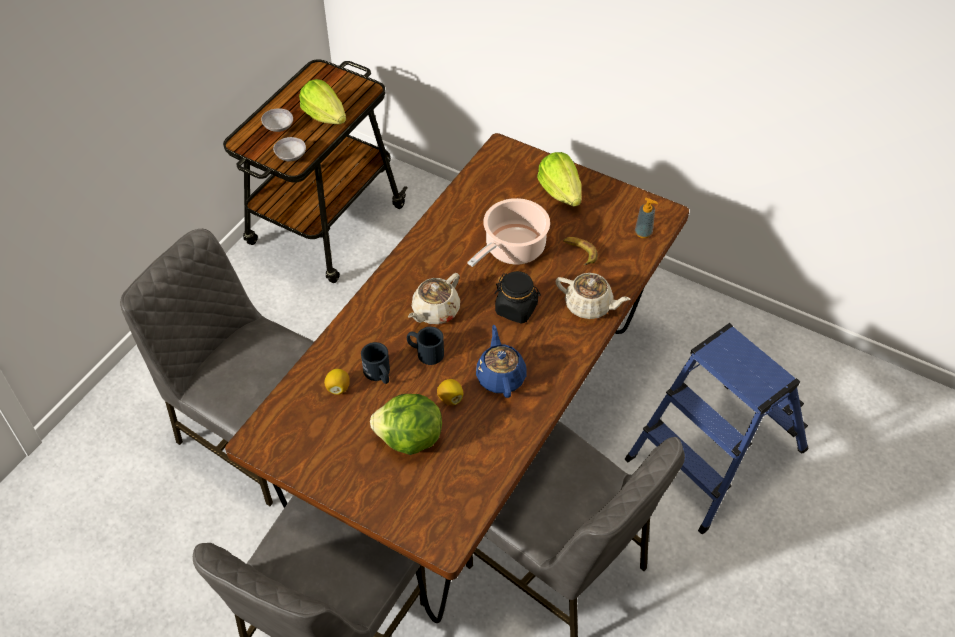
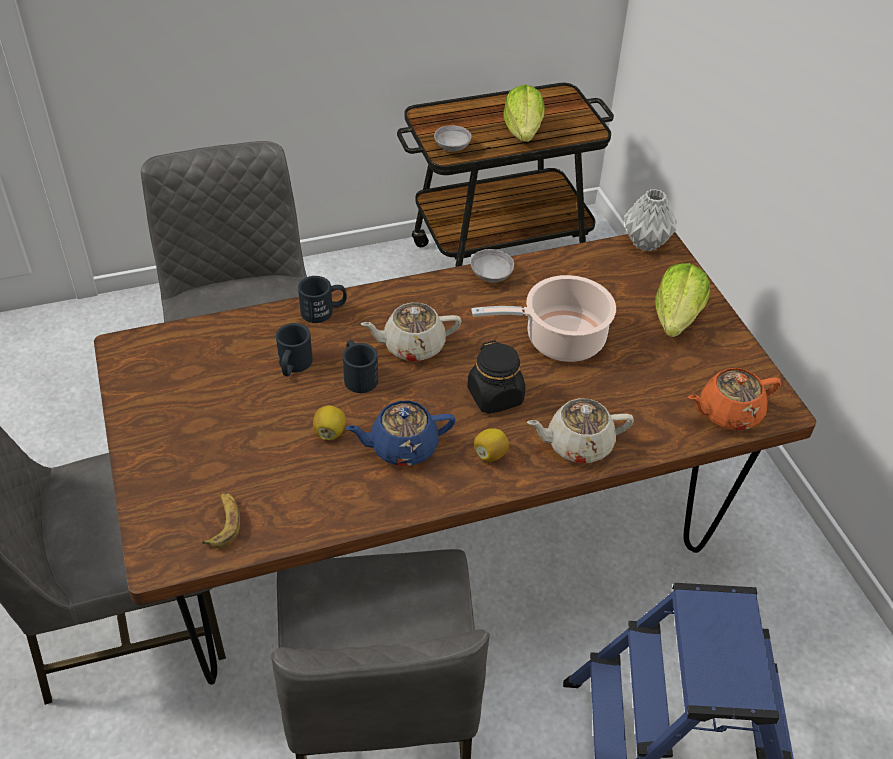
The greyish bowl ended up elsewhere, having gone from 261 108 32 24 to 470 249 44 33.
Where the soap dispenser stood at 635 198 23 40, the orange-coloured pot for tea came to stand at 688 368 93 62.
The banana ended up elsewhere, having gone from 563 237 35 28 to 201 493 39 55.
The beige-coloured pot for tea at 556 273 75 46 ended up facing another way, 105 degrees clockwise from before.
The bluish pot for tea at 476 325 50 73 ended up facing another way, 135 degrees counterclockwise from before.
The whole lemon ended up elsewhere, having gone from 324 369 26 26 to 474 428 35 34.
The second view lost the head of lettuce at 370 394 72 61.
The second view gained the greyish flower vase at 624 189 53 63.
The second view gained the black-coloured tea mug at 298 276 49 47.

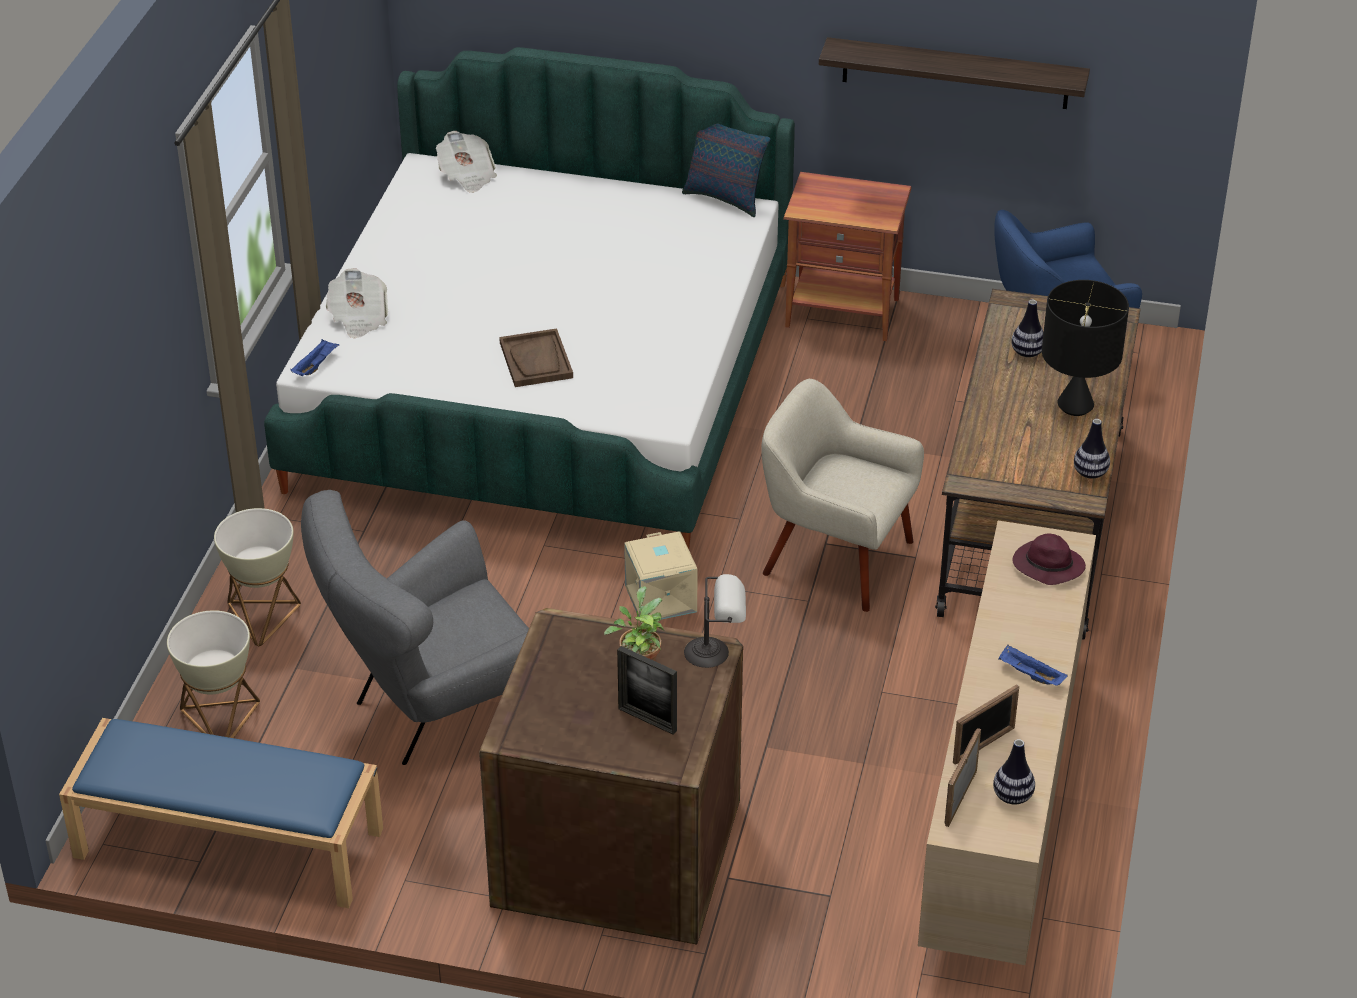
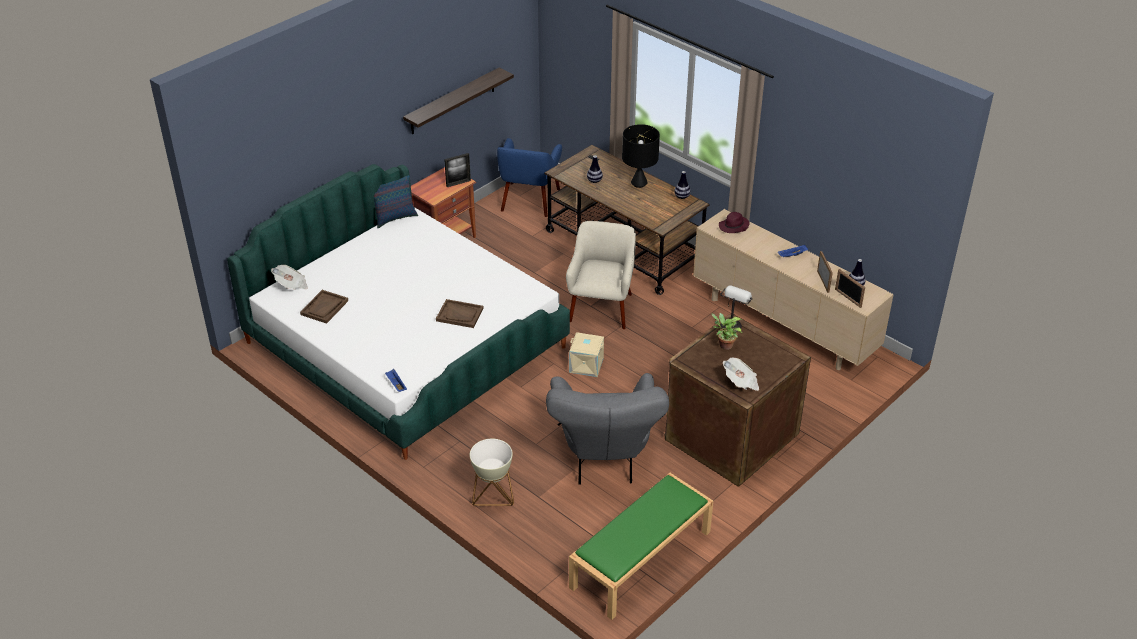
The daily paper ended up elsewhere, having gone from 325 268 63 71 to 723 358 36 33.
The beige-coloured armchair at 761 379 163 233 ended up facing another way, 135 degrees clockwise from before.
The second view lost the flower pot at 167 610 93 128.
The picture frame ended up elsewhere, having gone from 617 646 60 89 to 444 153 27 34.
What was the bluish indoor bench at 59 718 324 190 turned into the green-coloured indoor bench at 569 473 144 147.
The second view gained the brown-coloured serving tray at 300 290 48 34.

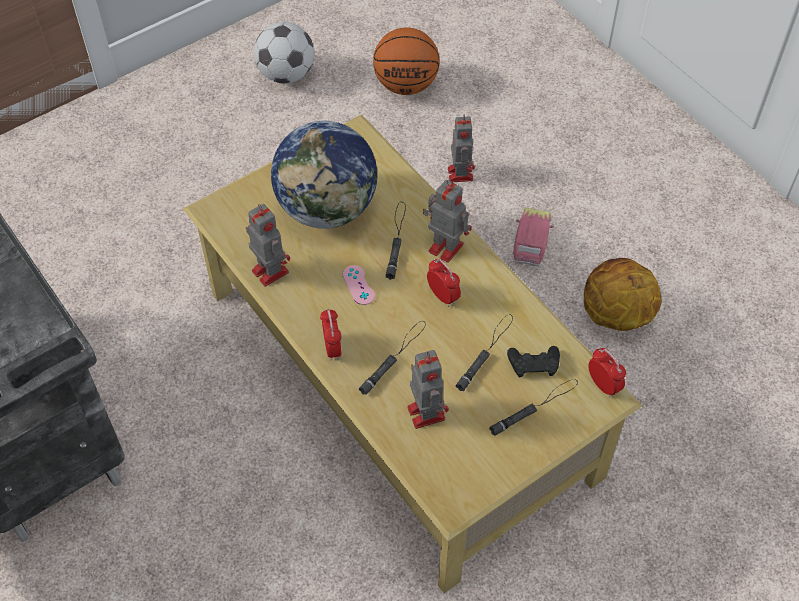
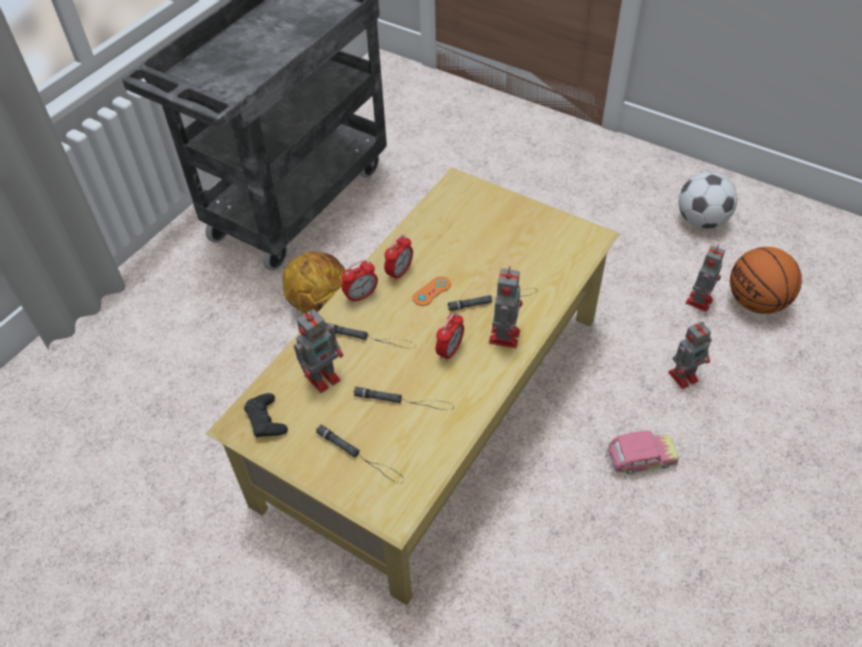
The second view lost the world globe at 271 121 106 108.
The toy robot ended up elsewhere, having gone from 246 204 44 83 to 686 244 39 68.
The basketball ball ended up elsewhere, having gone from 584 258 77 73 to 282 251 63 62.
What was the pink game controller at 343 265 32 40 turned into the orange-coloured game controller at 413 276 38 30.
The black-coloured game controller ended up elsewhere, having gone from 507 346 53 31 to 244 393 44 45.
The alarm clock ended up elsewhere, having gone from 588 348 38 50 to 384 235 29 47.

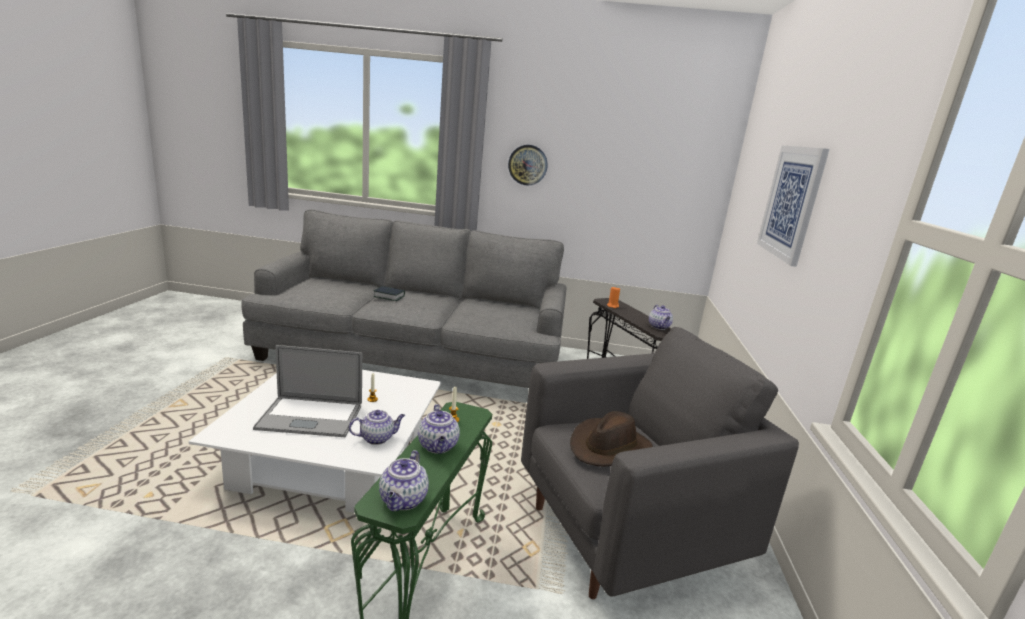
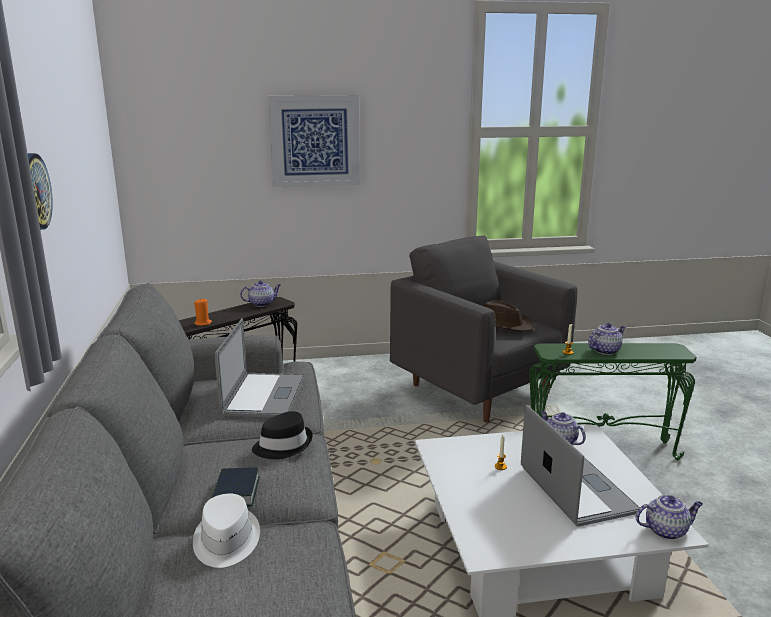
The pot for tea ended up elsewhere, having gone from 379 450 50 61 to 636 495 67 45.
The second view gained the portable computer at 215 318 89 100.
The second view gained the black-coloured wearable hat at 252 411 61 48.
The second view gained the white-coloured wearable hat at 193 494 67 74.

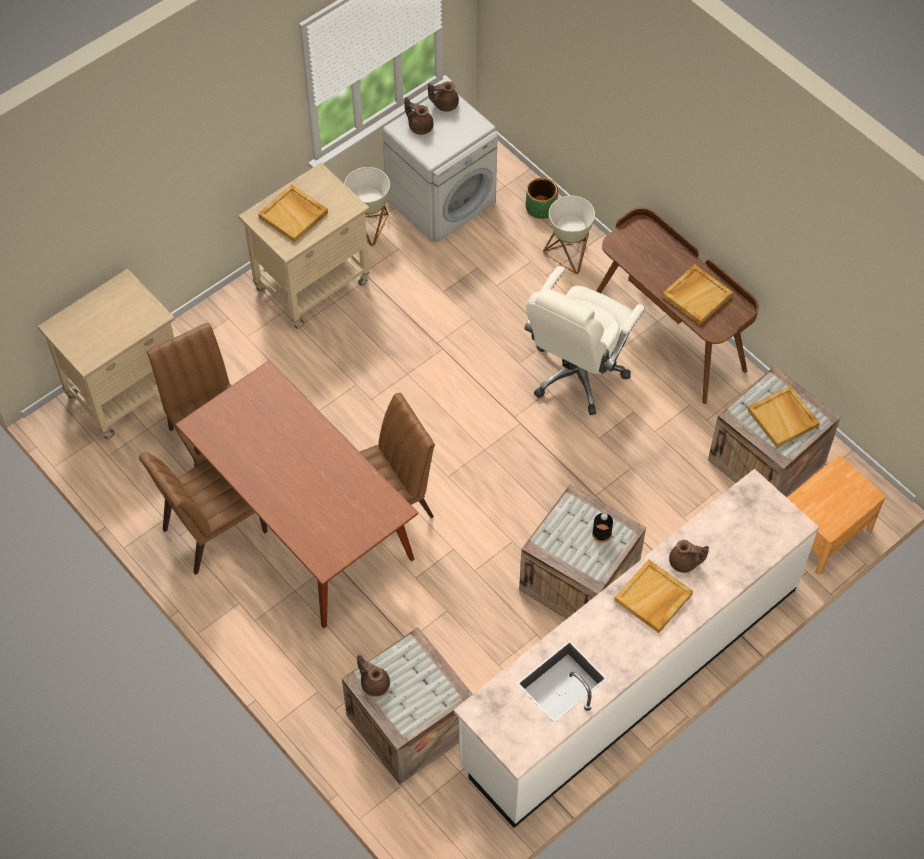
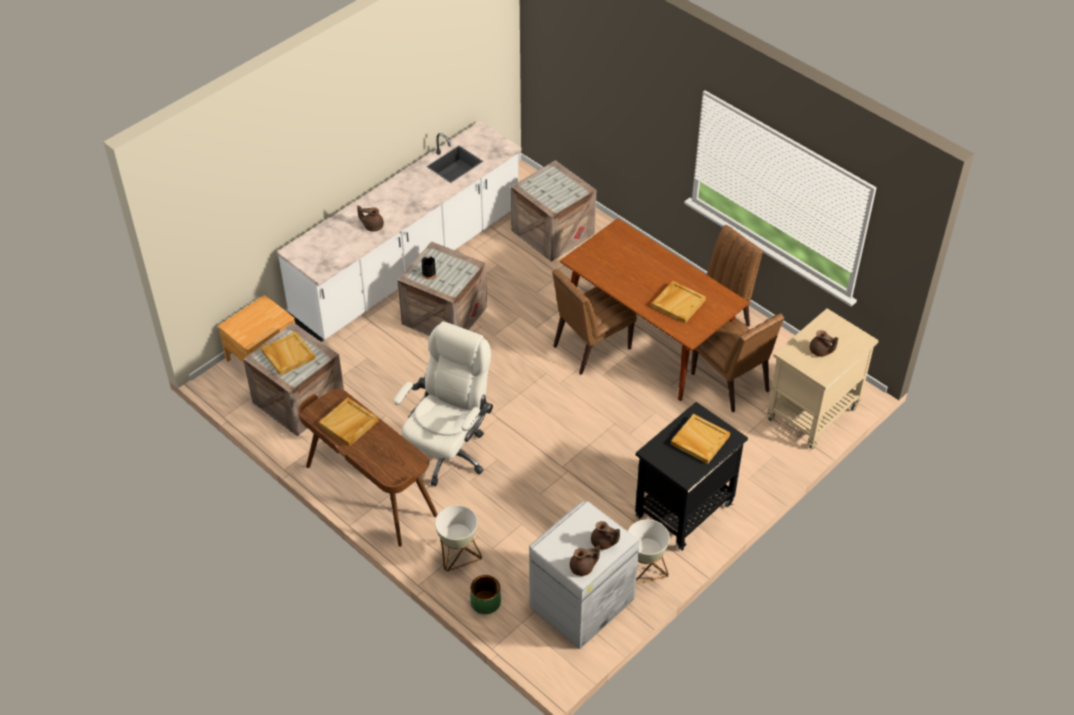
What was the beige-coloured trolley at 239 163 130 167 turned into the black-coloured trolley at 635 402 113 149.
The beige-coloured serving tray ended up elsewhere, having gone from 614 559 79 74 to 652 281 54 42.
The brown-coloured pot for tea ended up elsewhere, having gone from 357 655 33 42 to 810 330 28 27.

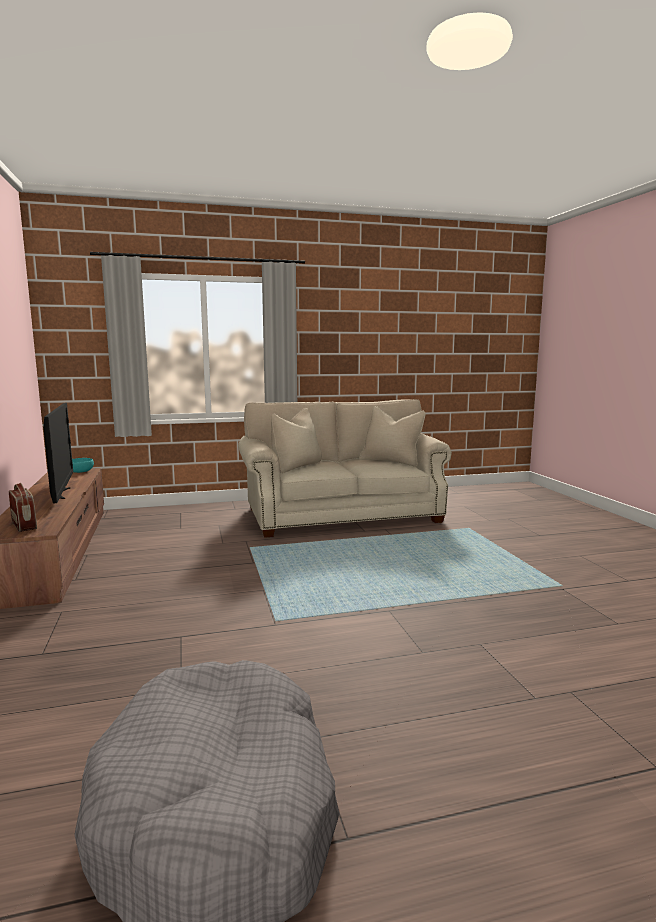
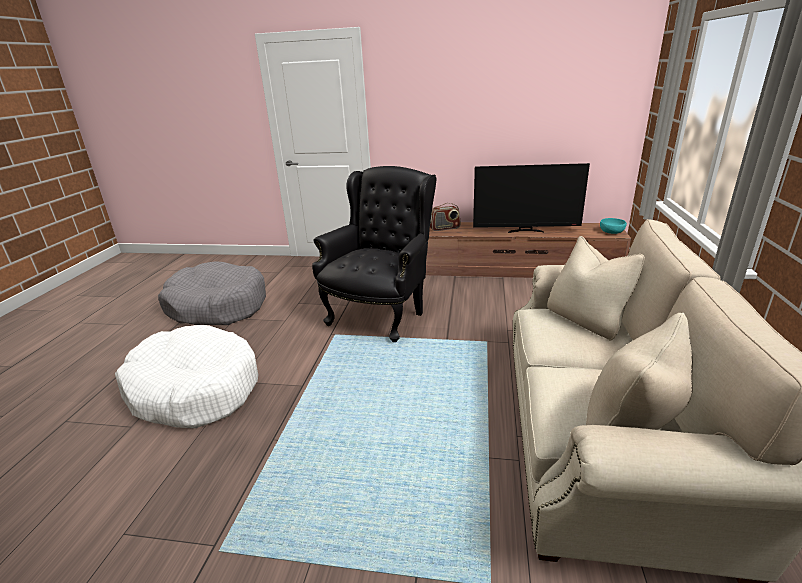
The second view gained the black-coloured armchair at 312 166 124 176.
The second view gained the white-coloured pet bed at 115 325 143 103.

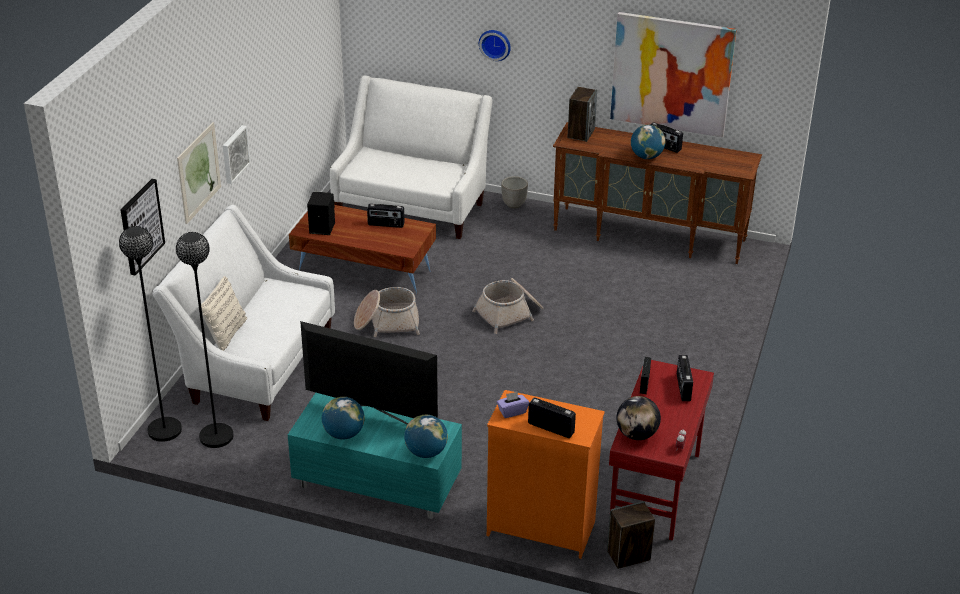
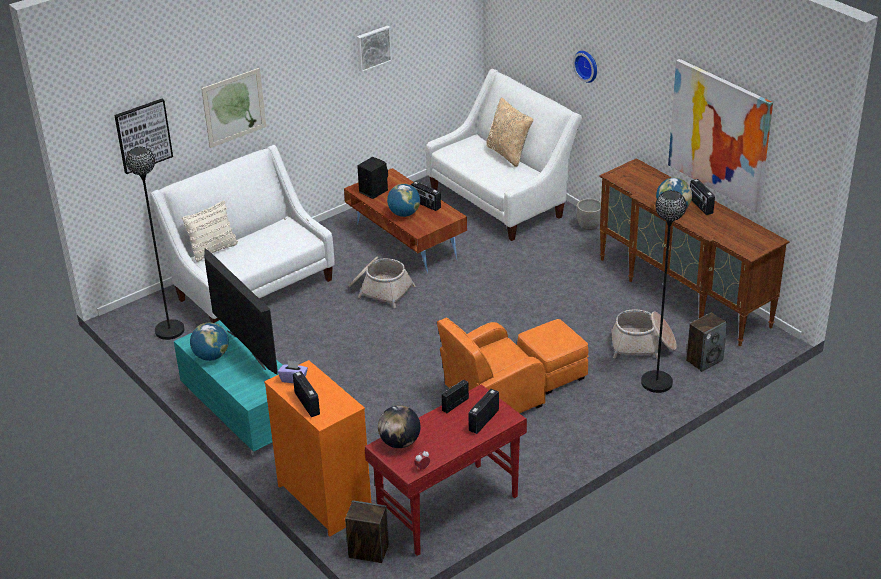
The speaker ended up elsewhere, having gone from 568 87 29 55 to 686 312 41 60.
The wall picture ended up elsewhere, having gone from 223 125 27 59 to 357 26 35 46.
The black-coloured standard lamp ended up elsewhere, having gone from 119 226 63 216 to 641 190 45 203.
The storage basket ended up elsewhere, having gone from 473 278 70 56 to 611 310 66 49.
The world globe ended up elsewhere, having gone from 404 415 44 43 to 387 184 33 33.
The second view gained the beige-coloured pillow at 486 97 48 70.
The second view gained the orange-coloured armchair at 437 317 152 96.

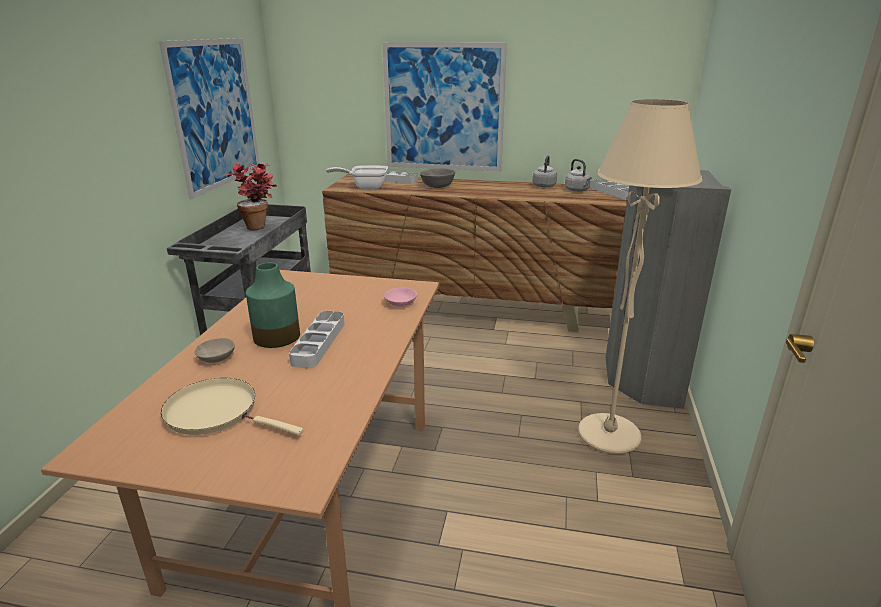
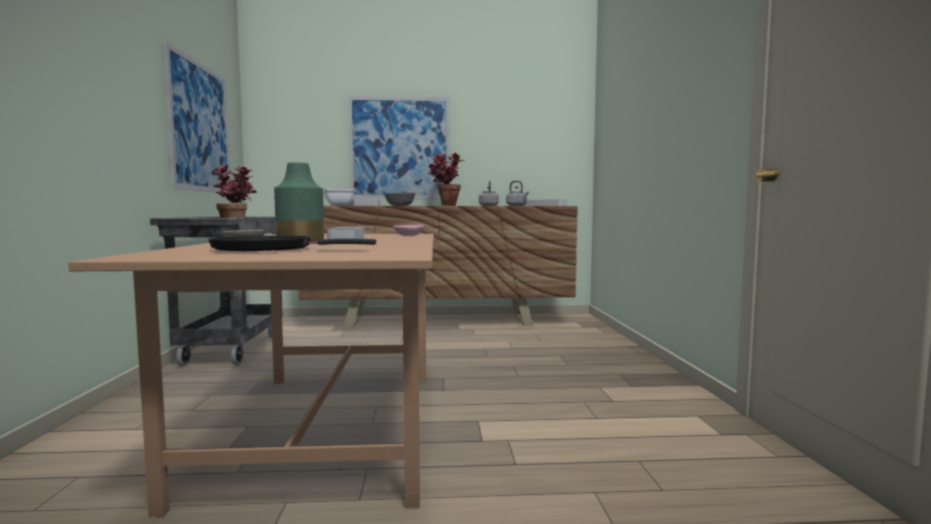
The second view lost the beige-coloured standard lamp at 578 99 124 355.
The second view lost the greyish cabinet at 606 170 125 239.
What was the beige-coloured frying pan at 161 378 142 58 turned into the black-coloured frying pan at 208 236 168 15.
The second view gained the plant in a pot at 427 153 38 53.

